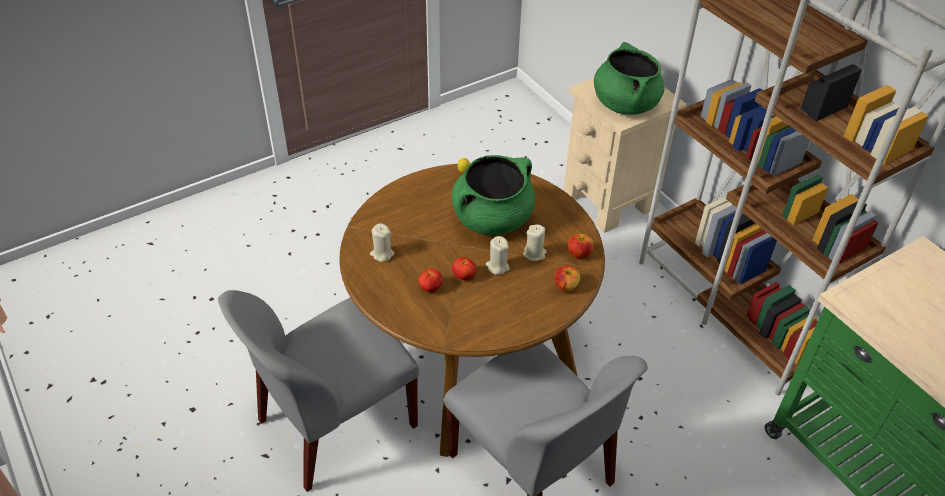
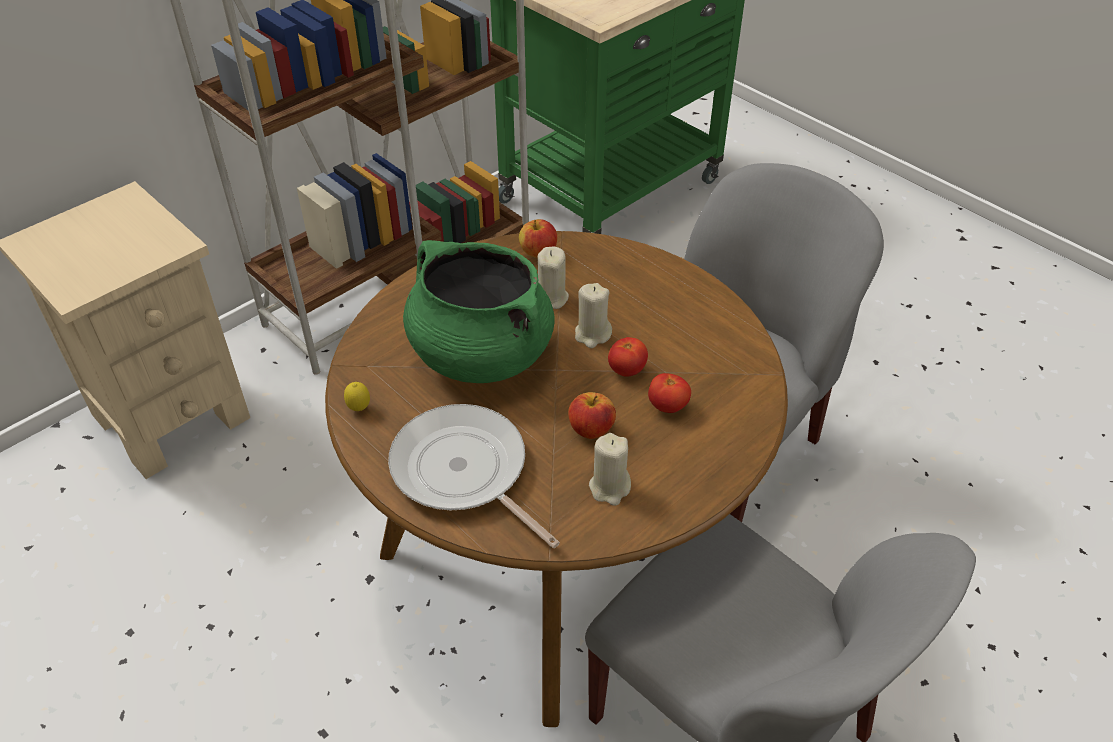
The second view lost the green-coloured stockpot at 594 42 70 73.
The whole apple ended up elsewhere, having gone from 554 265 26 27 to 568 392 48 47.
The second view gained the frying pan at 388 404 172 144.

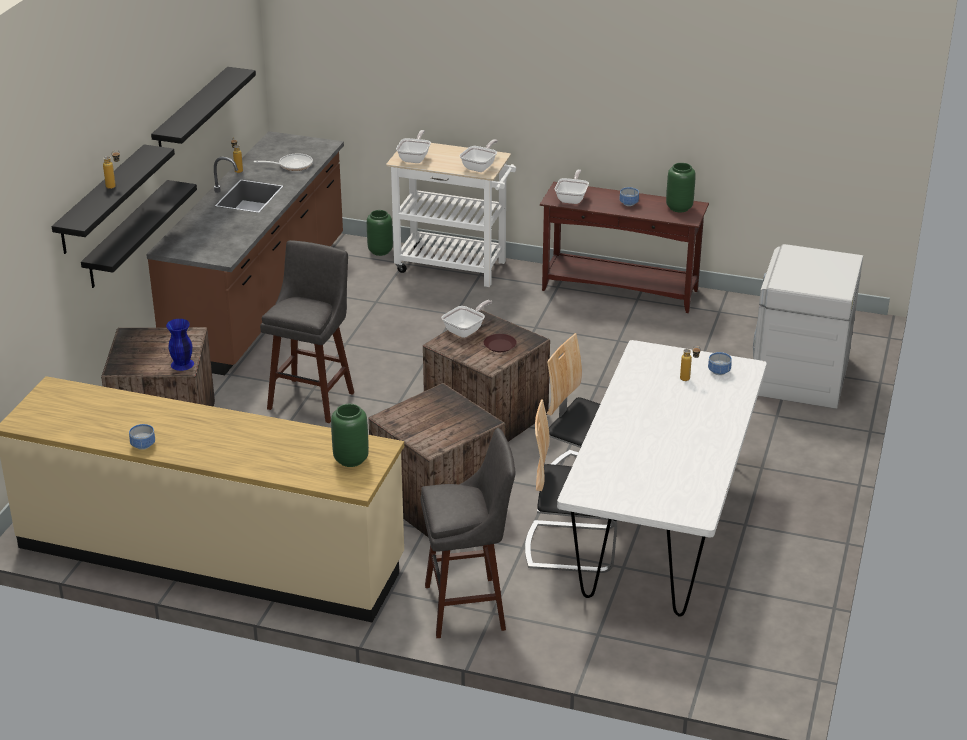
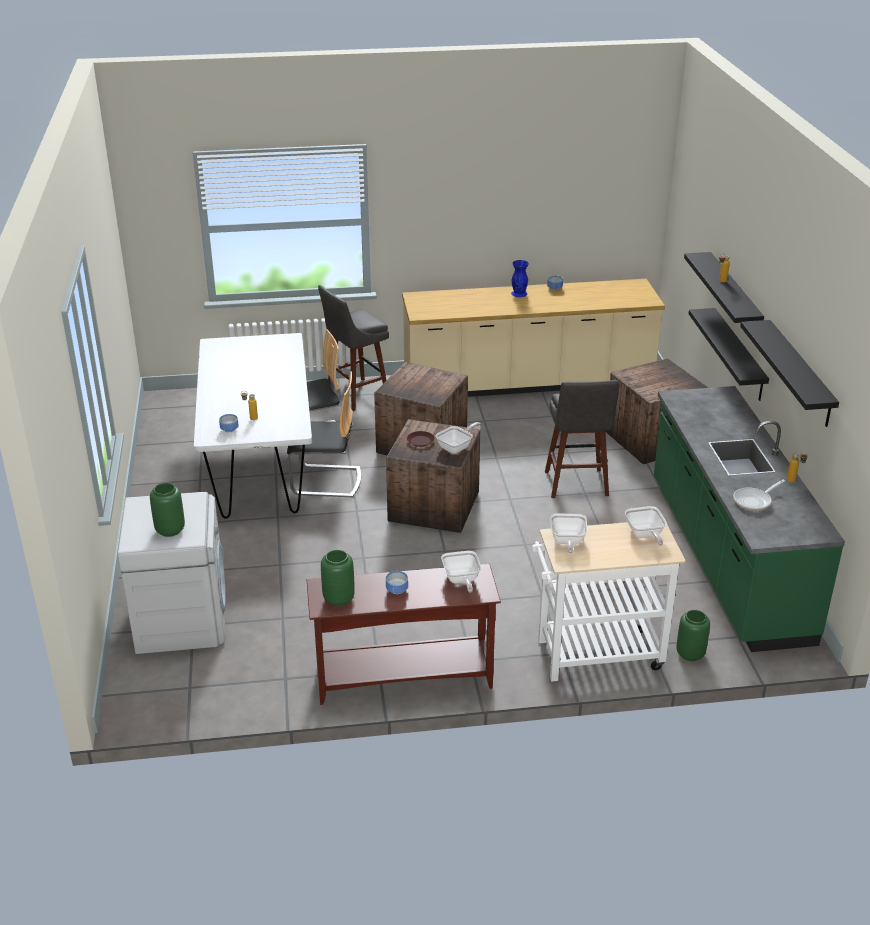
What was the brown-coloured counter at 146 131 198 244 turned into the green-coloured counter at 654 386 191 266.
The frying pan at 442 300 50 38 ended up facing another way, 150 degrees counterclockwise from before.
The bluish flower vase ended up elsewhere, having gone from 166 319 28 52 to 511 260 18 37.
The green-coloured flower vase ended up elsewhere, having gone from 331 404 38 63 to 150 483 35 54.

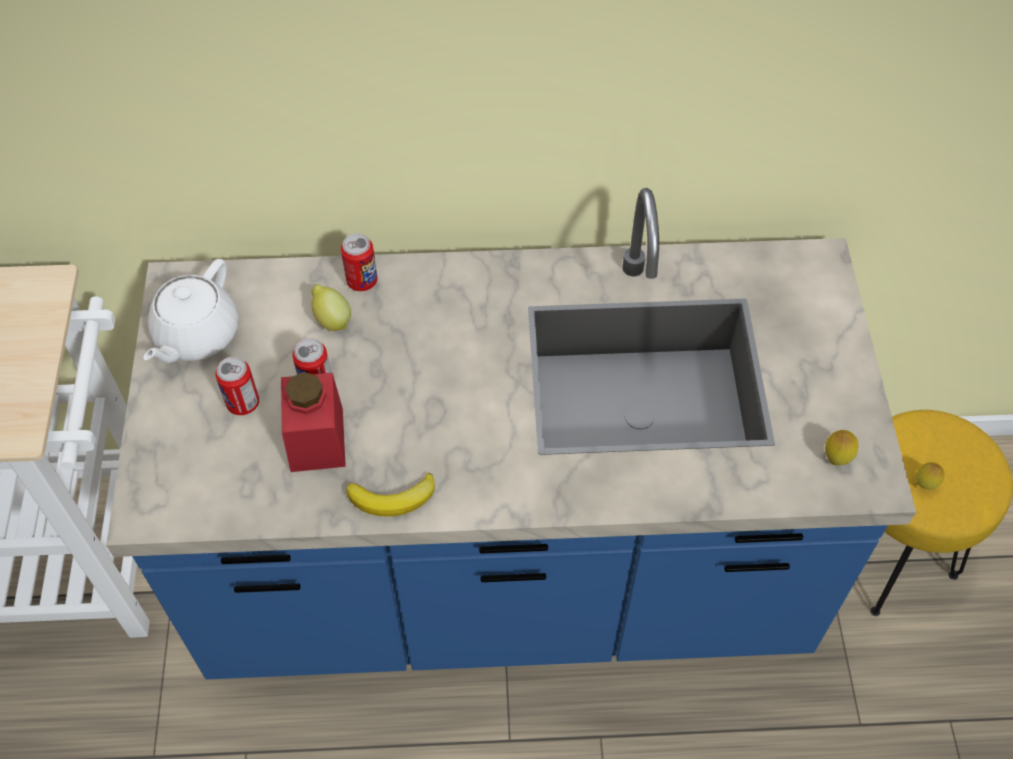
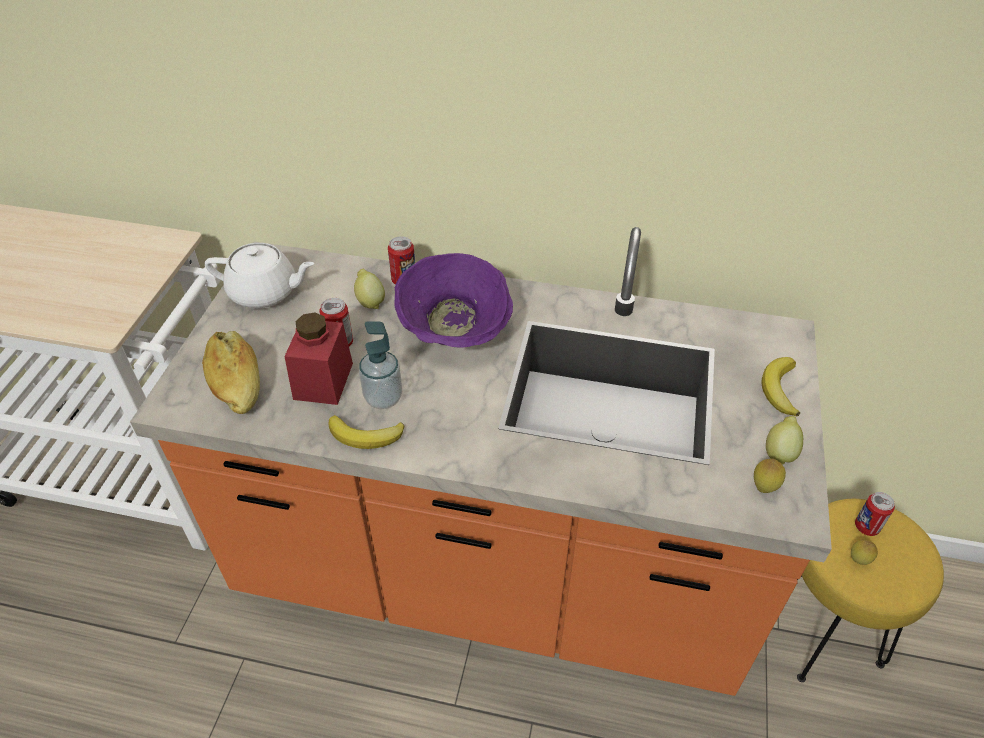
What was the bluish counter at 106 188 810 491 turned into the orange-coloured counter at 130 227 702 469.
The white-coloured pot for tea at 143 259 96 104 ended up facing another way, 120 degrees counterclockwise from before.
The sealed can ended up elsewhere, having gone from 215 357 44 58 to 855 492 40 44.
The second view gained the purple bowl at 394 253 119 94.
The second view gained the soap dispenser at 359 321 43 88.
The second view gained the bakery bread at 202 331 58 83.
The second view gained the banana at 761 357 39 59.
The second view gained the whole lemon at 766 416 37 49.

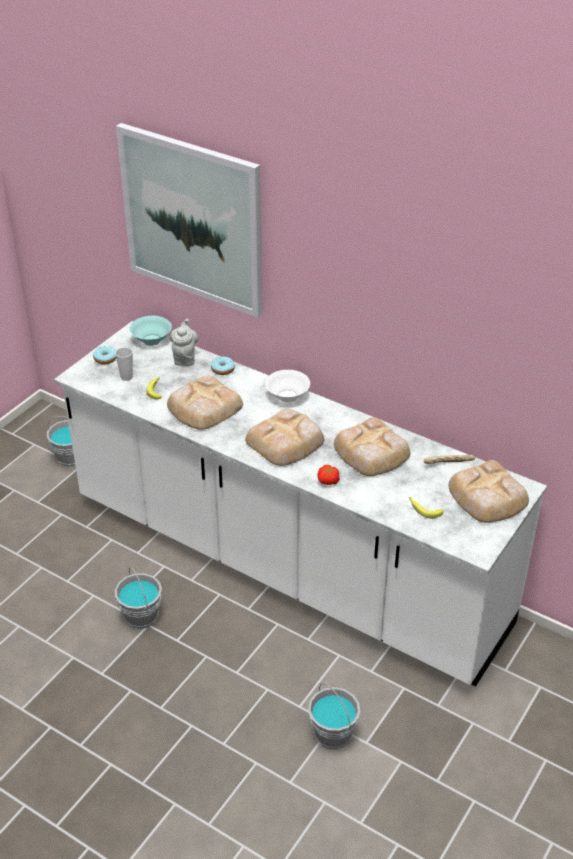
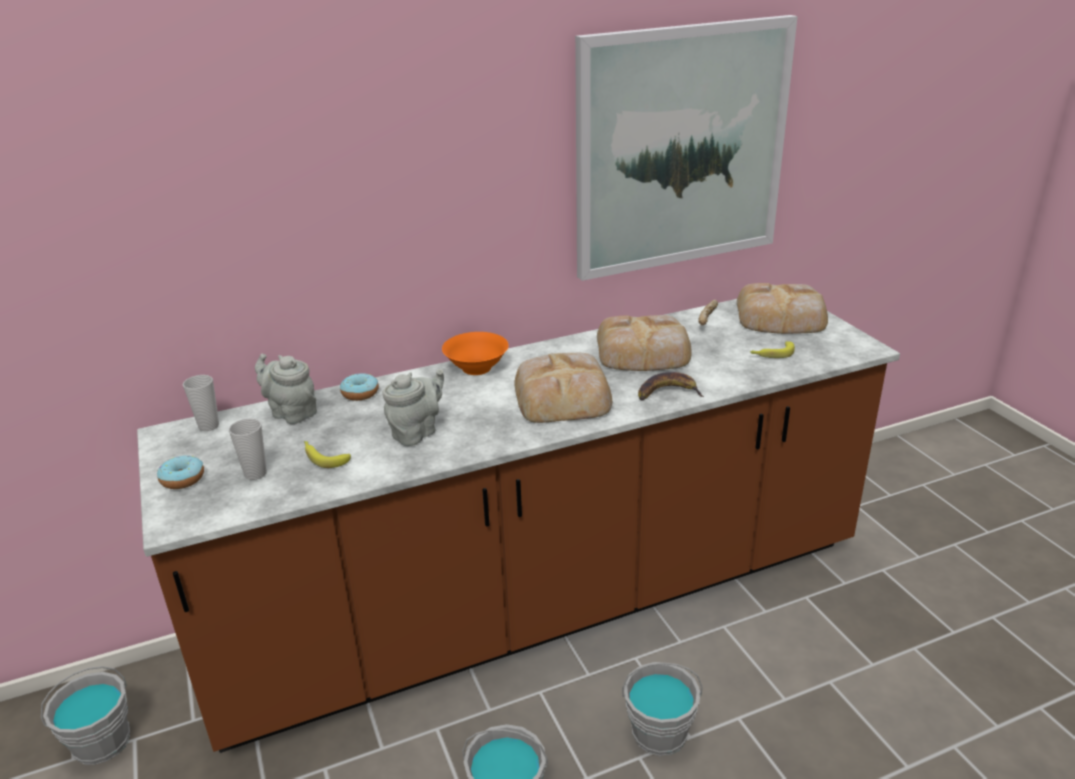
The wall picture ended up elsewhere, having gone from 116 123 147 195 to 575 15 223 266.
Where the blue-green bowl stood at 129 316 43 30, the small cup came to stand at 183 375 36 56.
What was the white-coloured counter at 54 321 493 366 turned into the brown-coloured counter at 137 299 763 454.
What was the white-coloured bowl at 265 370 45 32 turned into the orange-coloured bowl at 442 332 67 43.
Where the bakery bread stood at 167 376 76 54, the greyish pot for tea came to stand at 382 369 62 77.
Where the tomato stood at 318 465 21 20, the banana came to stand at 638 372 66 29.
The greyish water bucket ended up elsewhere, having gone from 308 683 52 67 to 622 662 81 94.

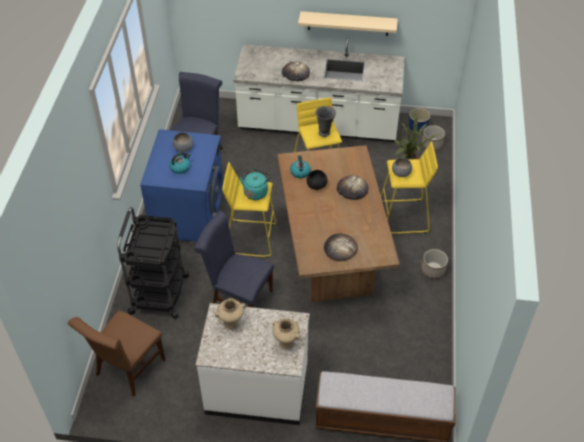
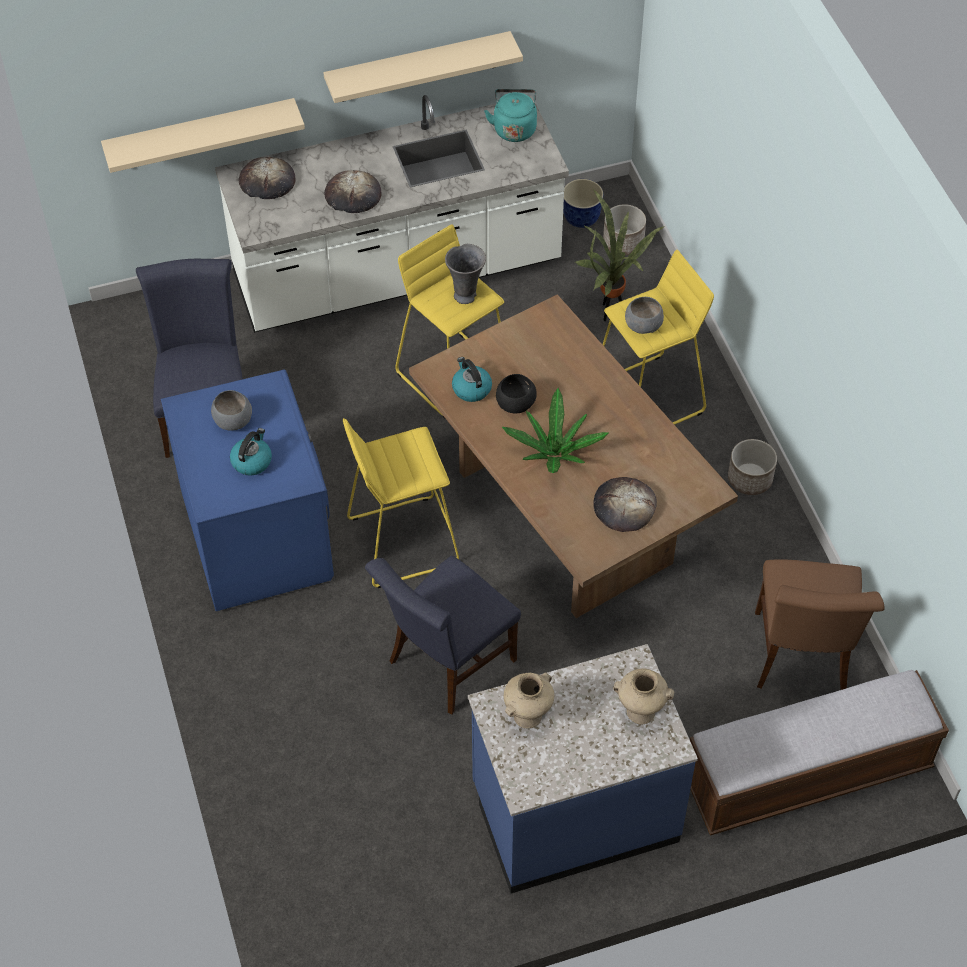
The blue-green tea kettle ended up elsewhere, having gone from 240 168 31 32 to 484 89 53 53.
The bakery bread ended up elsewhere, having gone from 337 175 32 25 to 238 157 58 42.
The second view lost the black-coloured trolley at 117 207 72 112.
The bluish upright chair at 194 211 80 96 ended up facing another way, 45 degrees counterclockwise from before.
What was the white-coloured counter at 196 303 114 122 turned into the bluish counter at 468 644 230 250.
The brown-coloured upright chair ended up elsewhere, having gone from 68 310 98 87 to 755 559 130 131.
The second view gained the beige-coloured shelf at 101 98 204 75.
The second view gained the plant in a pot at 502 388 107 85.

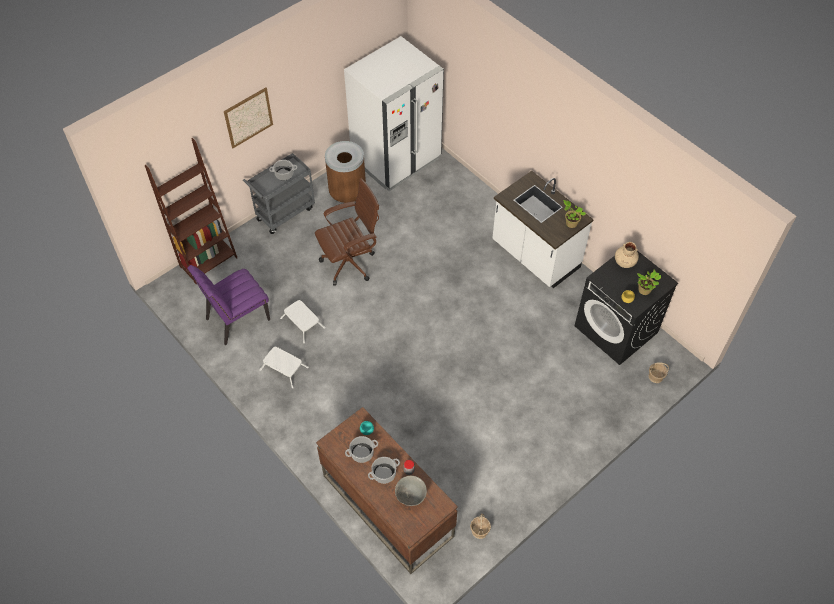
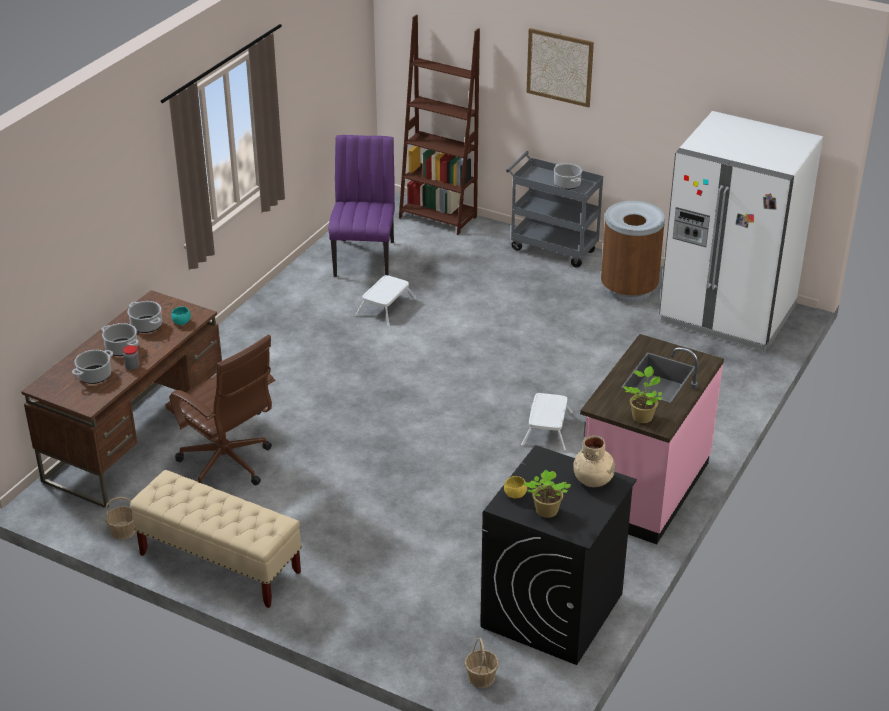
What was the white-coloured counter at 492 171 102 117 turned into the pink counter at 580 334 144 210.
The brown-coloured computer chair ended up elsewhere, having gone from 315 178 64 108 to 165 335 110 150.
The purple upright chair at 187 265 83 80 ended up facing another way, 60 degrees clockwise from before.
The white-coloured stepladder ended up elsewhere, having gone from 259 347 50 41 to 521 393 52 57.
Where the greyish bowl stood at 395 476 32 30, the stockpot came to stand at 72 350 41 34.
The second view gained the beige-coloured indoor bench at 130 470 171 138.

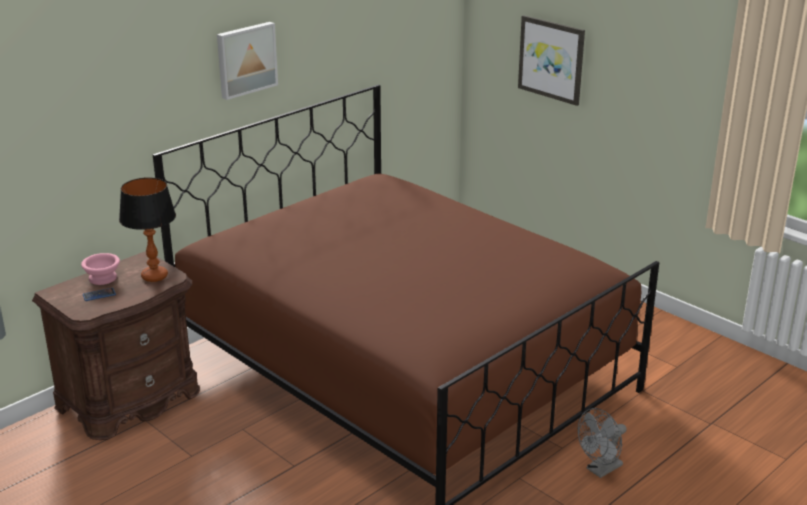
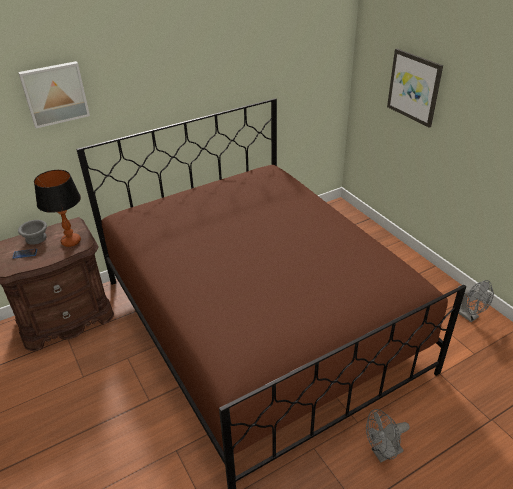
The wall picture ended up elsewhere, having gone from 217 22 61 78 to 18 61 72 67.
What was the pink bowl at 81 253 39 32 turned into the greyish bowl at 18 220 29 25.
The second view gained the greyish electric fan at 458 280 36 42.

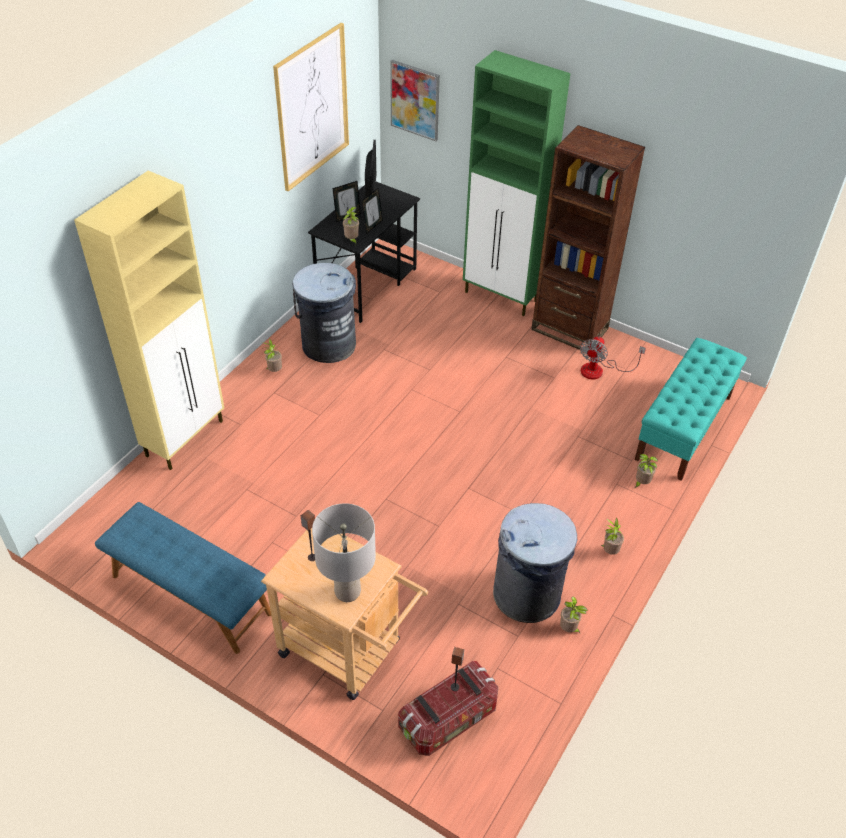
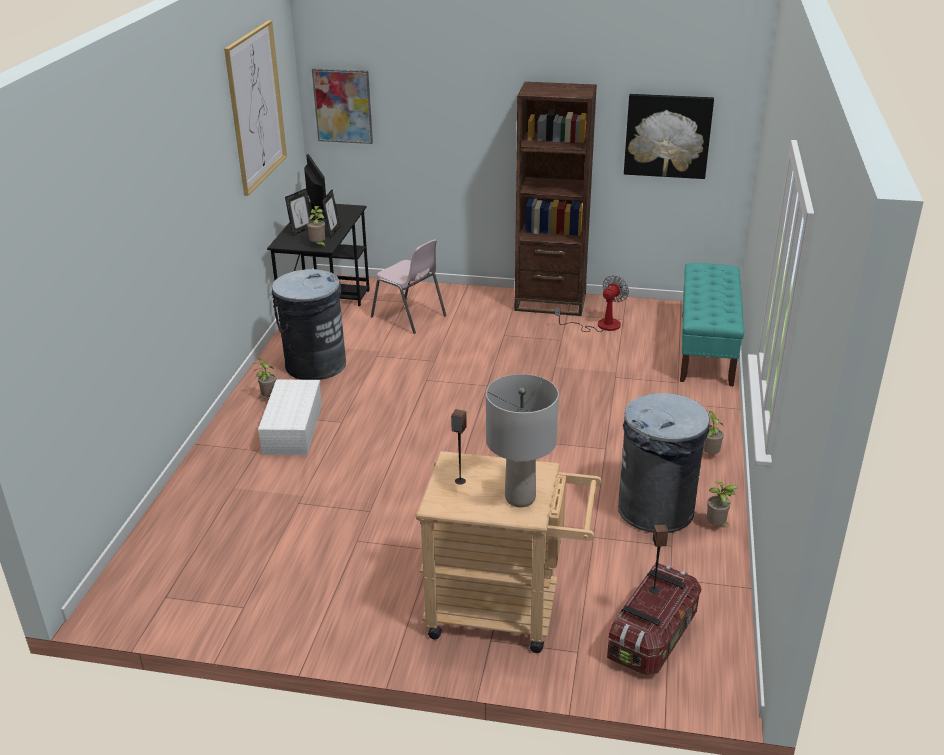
The second view lost the green-coloured cabinet at 463 50 108 266.
The second view lost the beige-coloured cabinet at 74 171 150 299.
The electric fan at 580 336 66 43 ended up facing another way, 150 degrees counterclockwise from before.
The second view lost the plant in a pot at 635 454 23 34.
The second view lost the bluish indoor bench at 95 502 176 152.
The second view gained the wall picture at 624 94 90 85.
The second view gained the pink upright chair at 371 239 75 95.
The second view gained the white-coloured storage bin at 258 379 64 76.

